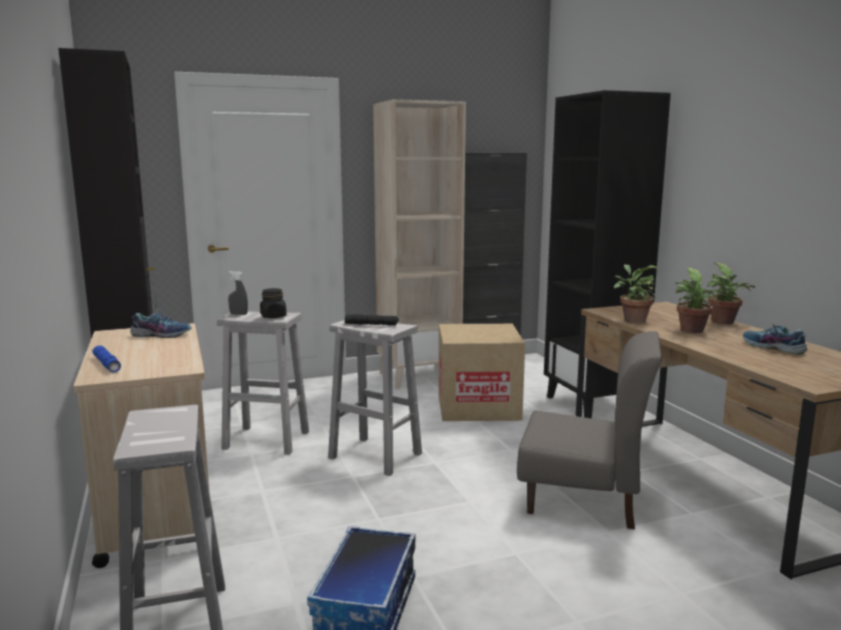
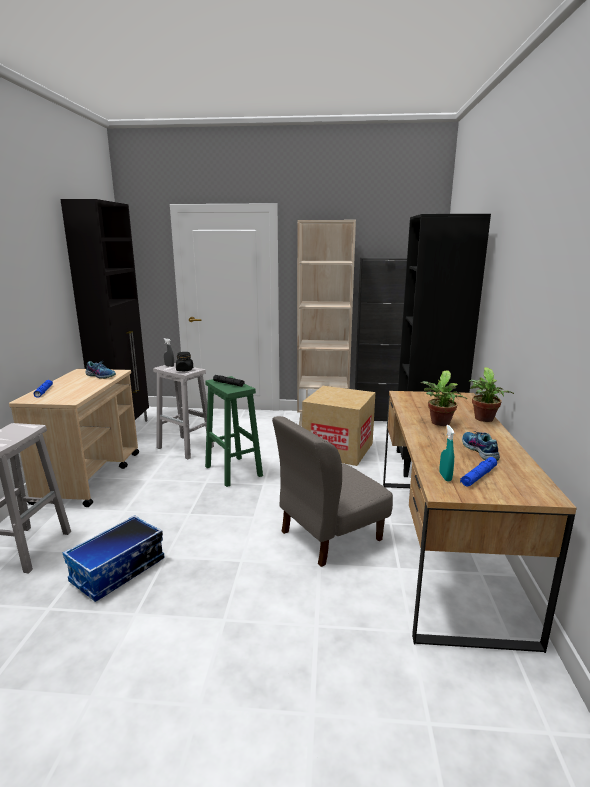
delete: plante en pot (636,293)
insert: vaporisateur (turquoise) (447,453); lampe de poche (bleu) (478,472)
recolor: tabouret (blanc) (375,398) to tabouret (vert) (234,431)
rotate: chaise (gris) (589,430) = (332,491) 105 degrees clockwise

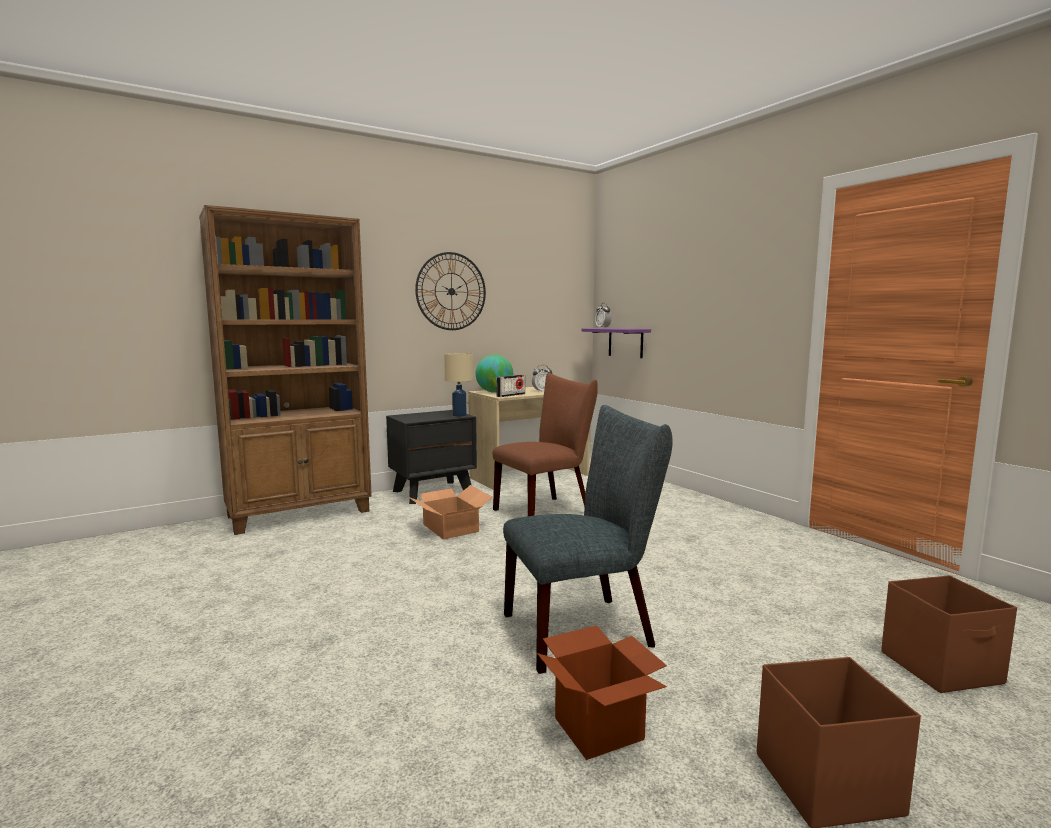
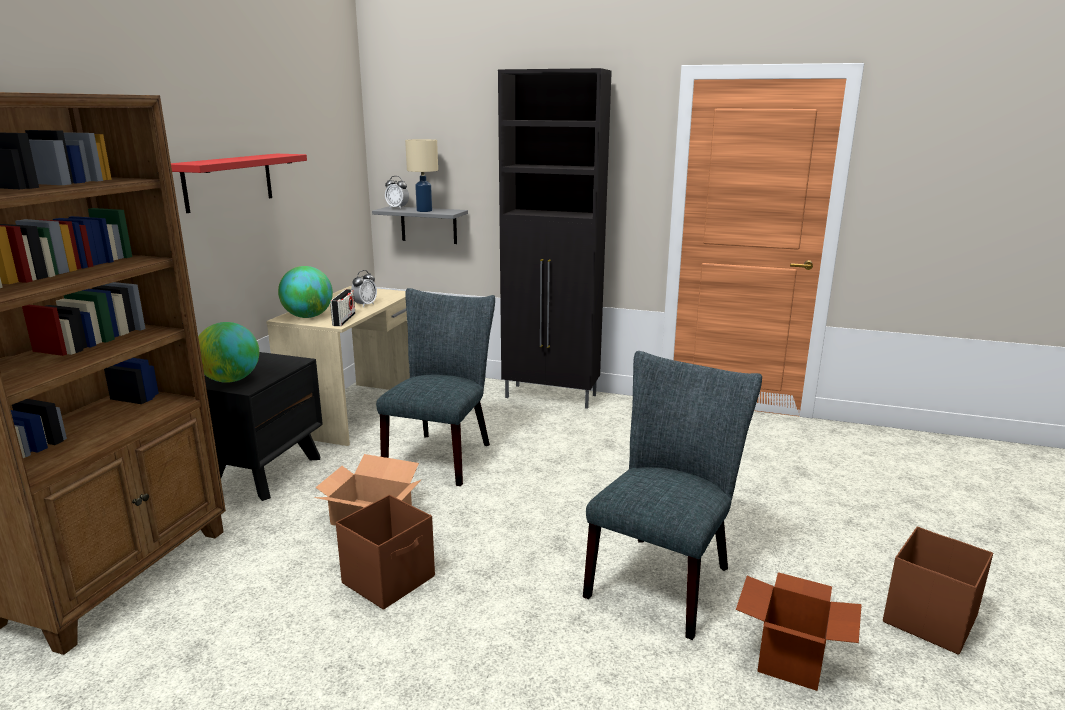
insert: globe (228,352); meuble de rangement (noir) (555,238)
move: lampe de table (beige) (458,385) to (421,175); boîte de rangement (marron) (949,634) to (385,552)
replace: horloge murale (450,291) to étagère (rouge) (239,183)
recolor: chaise (marron) (545,444) to chaise (gris) (435,387); étagère (violet) (616,343) to étagère (gris) (420,225)

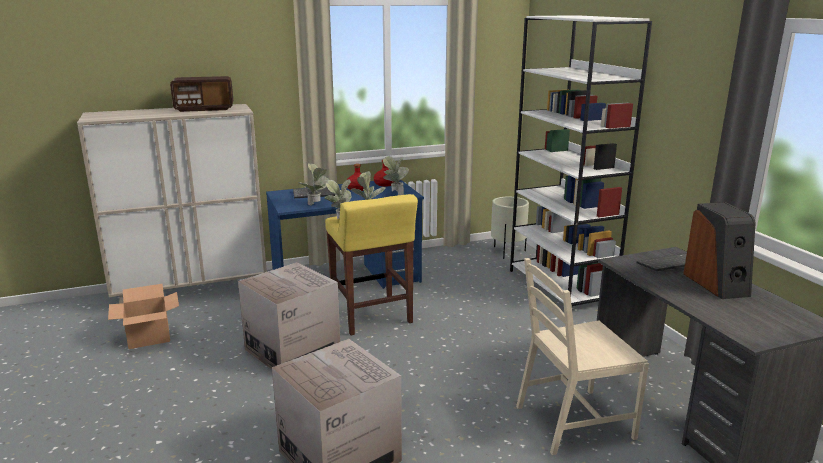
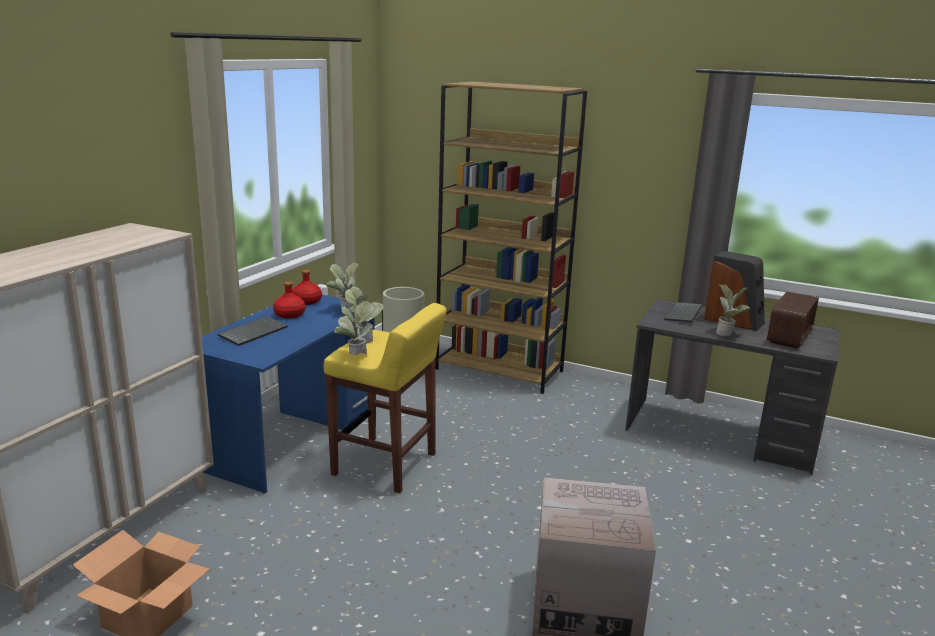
delete: carton (289,315); chaise (beige) (582,356)
move: radio (201,94) to (793,320); plante en pot (313,184) to (733,310)
recolor: bibliothèque (blanc) (581,160) to bibliothèque (marron) (511,237)

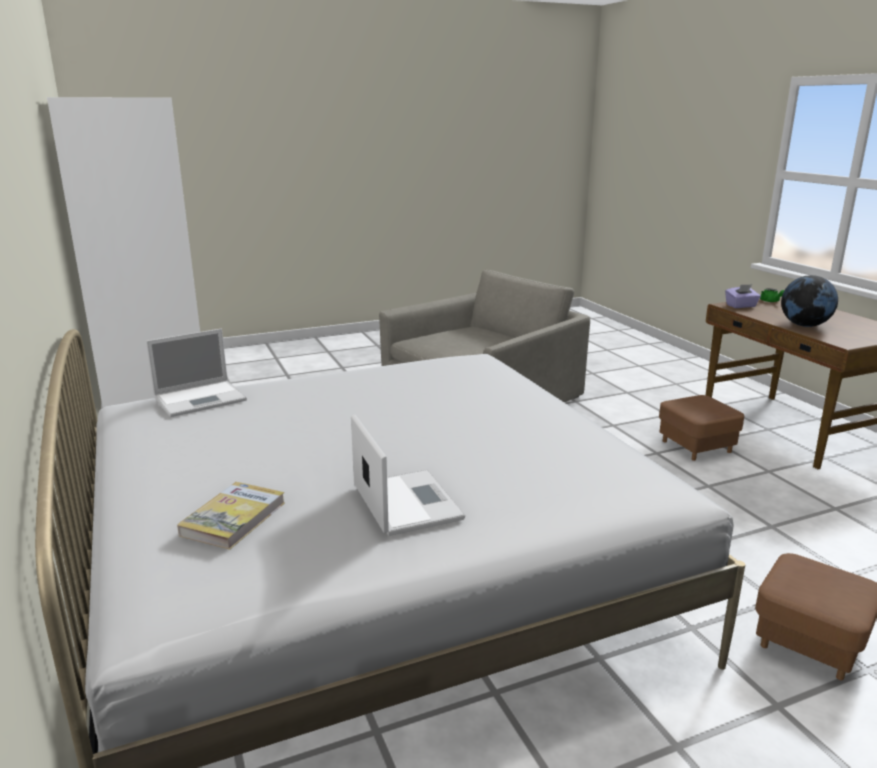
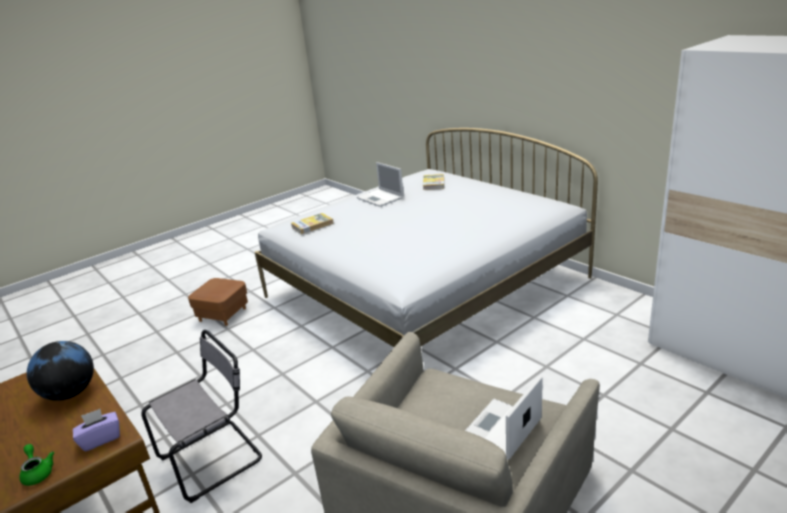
insert: livre (312,223)
move: ordinateur portable (196,373) to (504,417)
replace: pouf (marron) (701,428) to chaise (gris) (201,416)

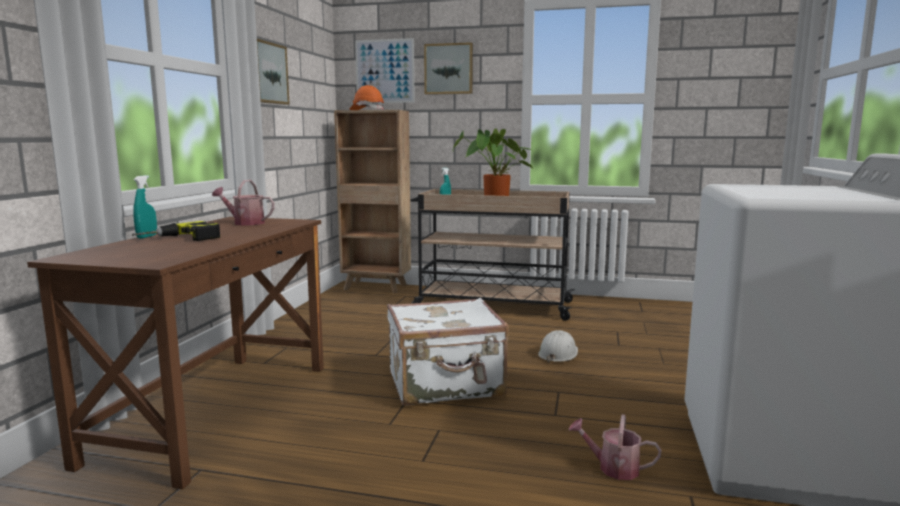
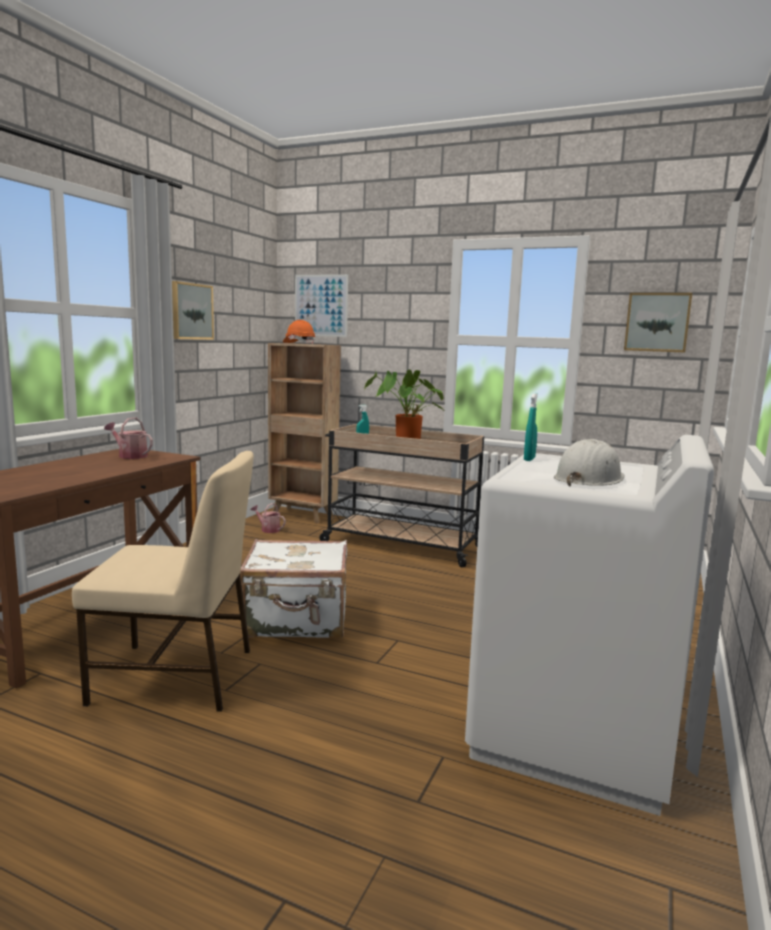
delete: perceuse (176,231)
insert: chaise (beige) (163,581)
move: vaporisateur (turquoise) (145,206) to (531,427); tableau (448,68) to (658,322); casque de chantier (blanc) (558,346) to (589,462); arrosoir (615,447) to (268,518)

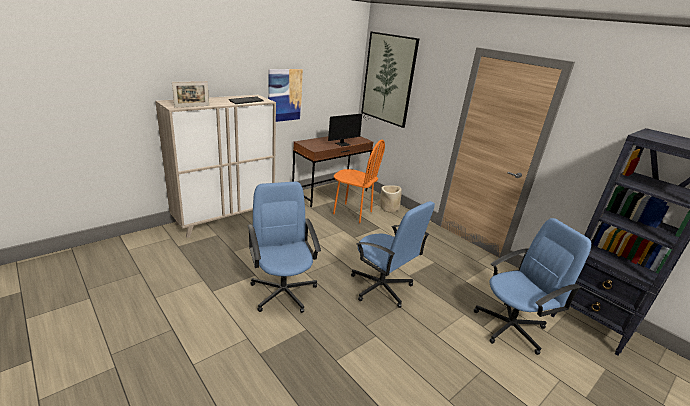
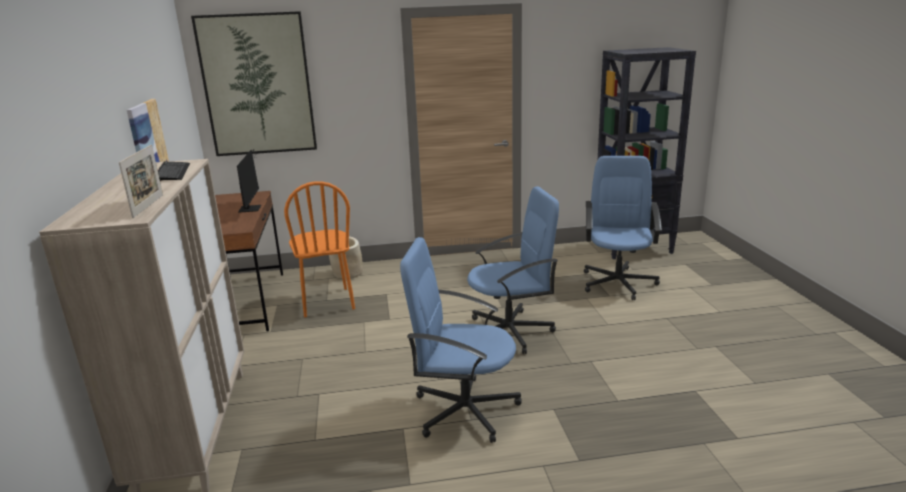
rotate: chaise (orange) (359,181) = (319,249) 105 degrees clockwise

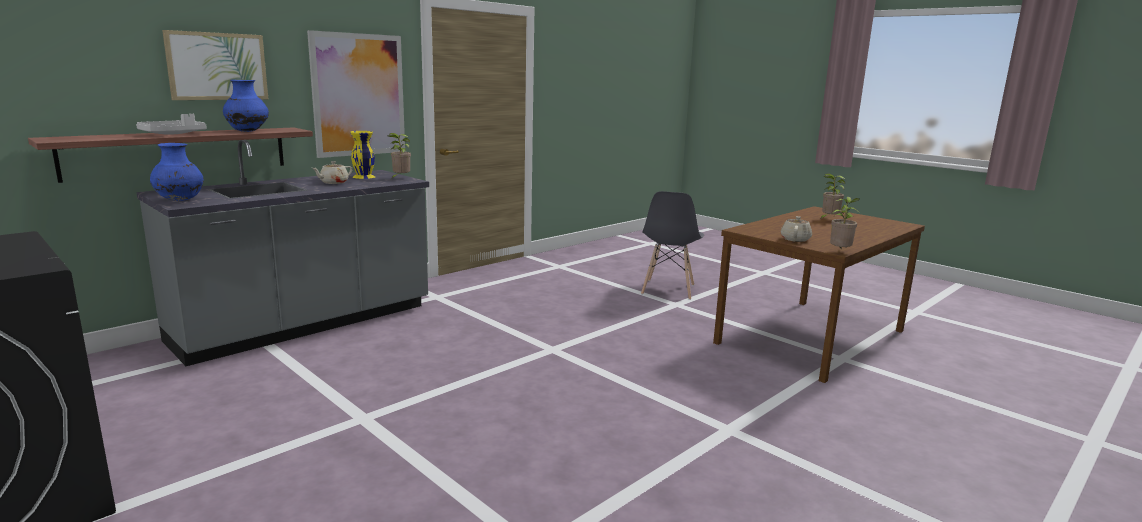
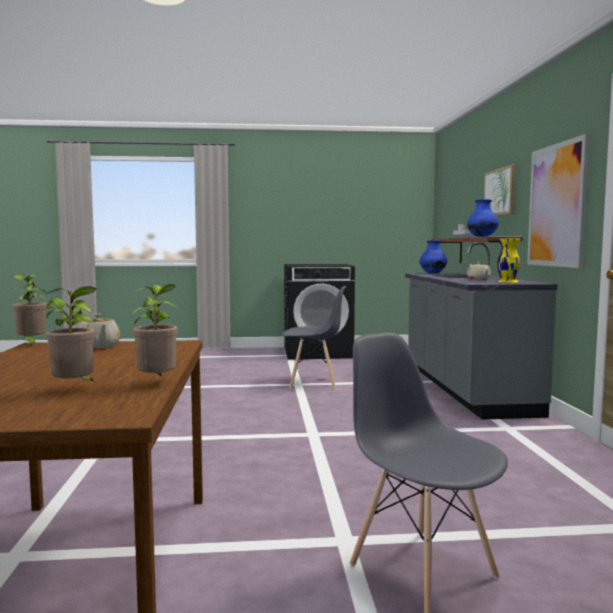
insert: chaise (gris) (314,337)
move: plante en pot (399,156) to (155,330)

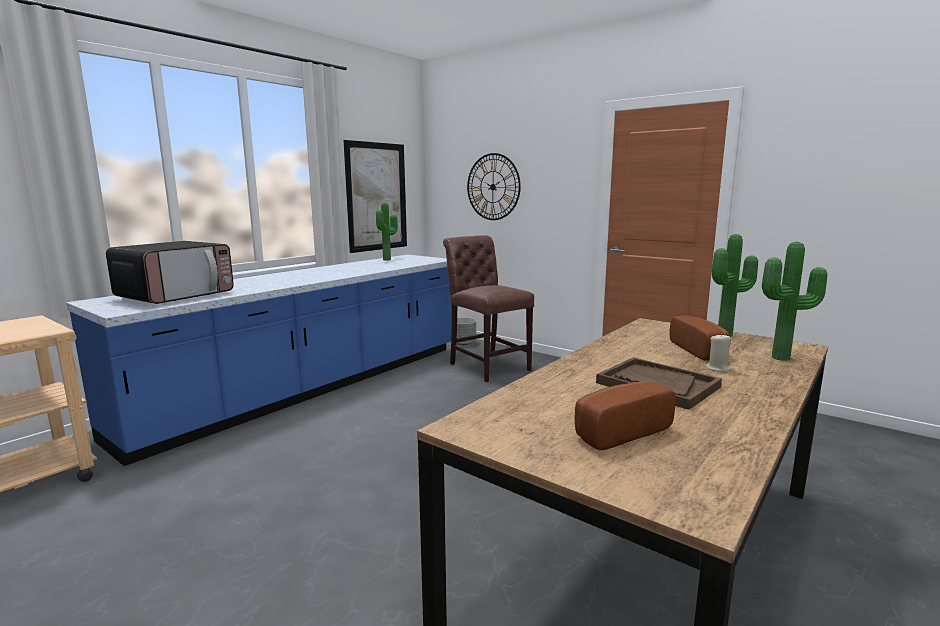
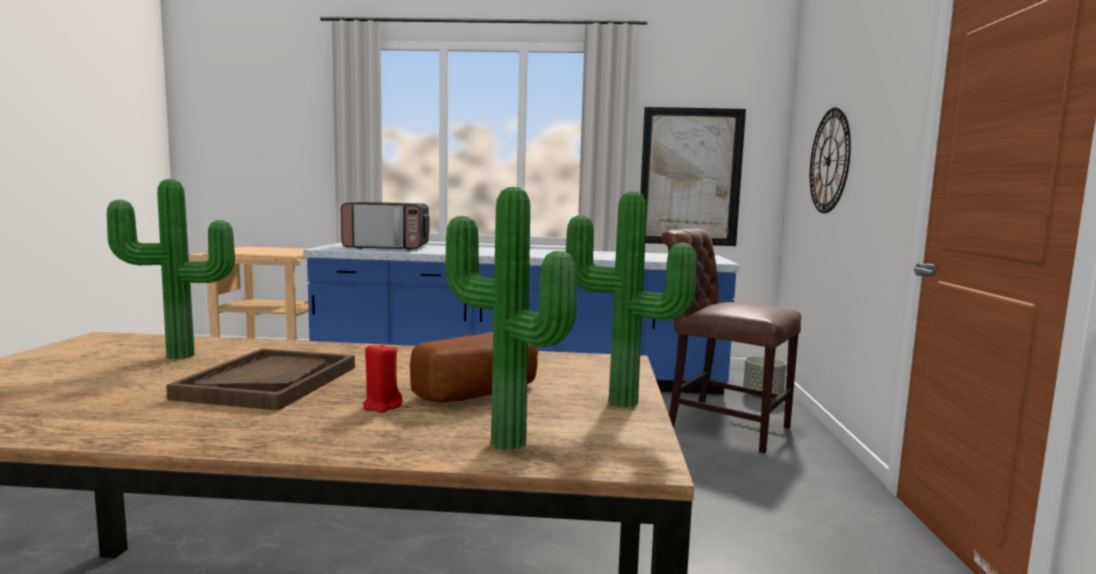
delete: pain (625,416)
move: plante en pot (387,231) to (171,269)
recolor: bougie (beige) (719,352) to bougie (rouge) (383,377)
rotate: chaise (marron) (488,308) = (731,341) 75 degrees counterclockwise

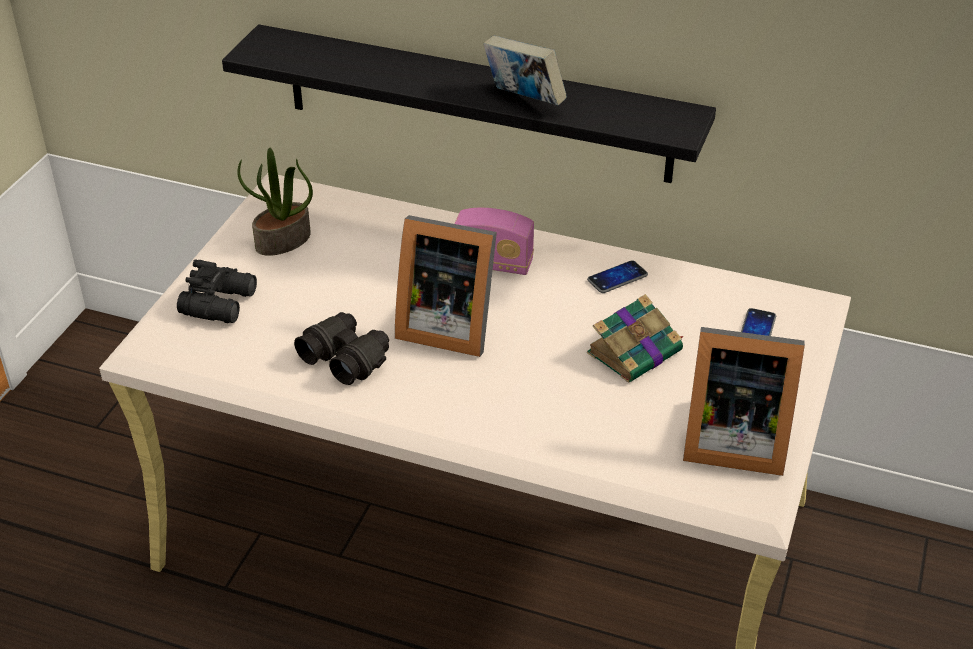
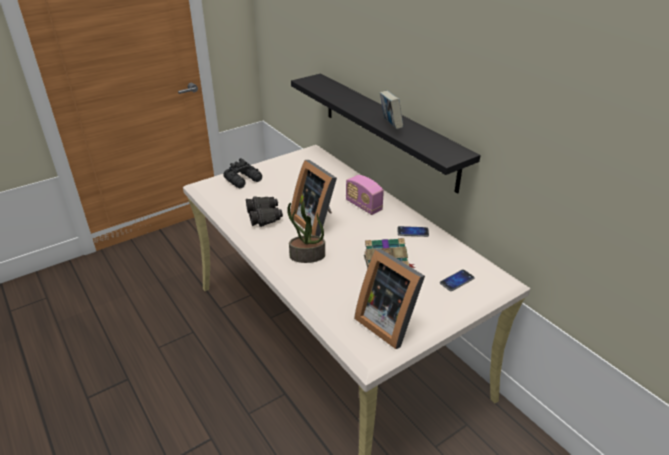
move: plante en pot (275,202) to (306,232)

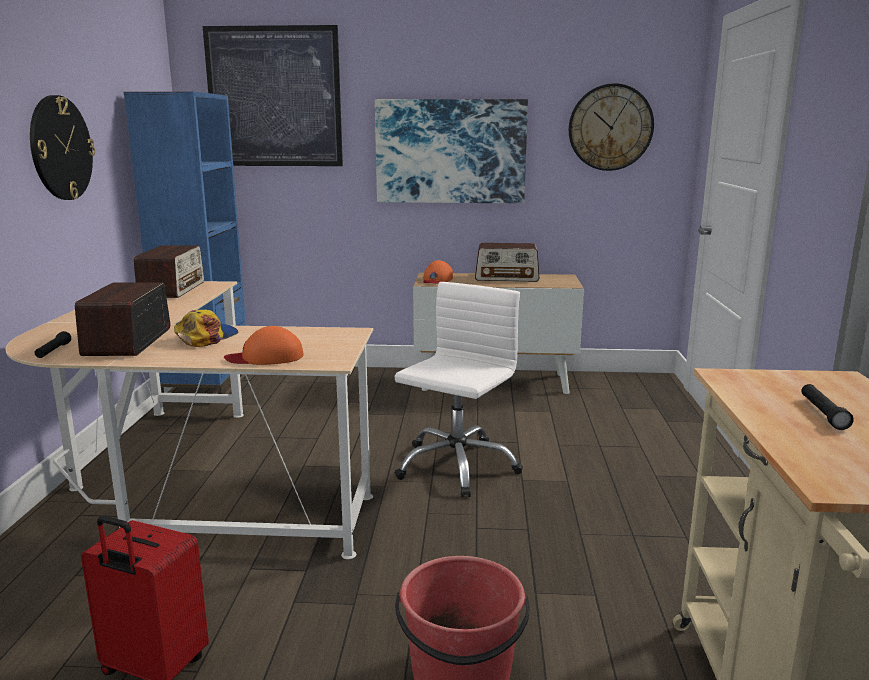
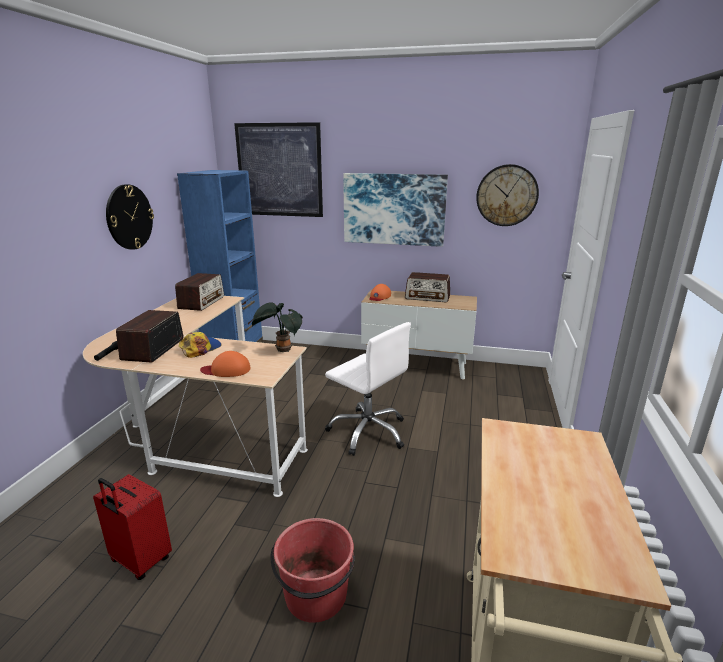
delete: lampe de poche (noir) (827,407)
insert: plante en pot (277,327)
rotate: chaise de bureau (blanc) (459,390) = (368,389) 90 degrees clockwise

